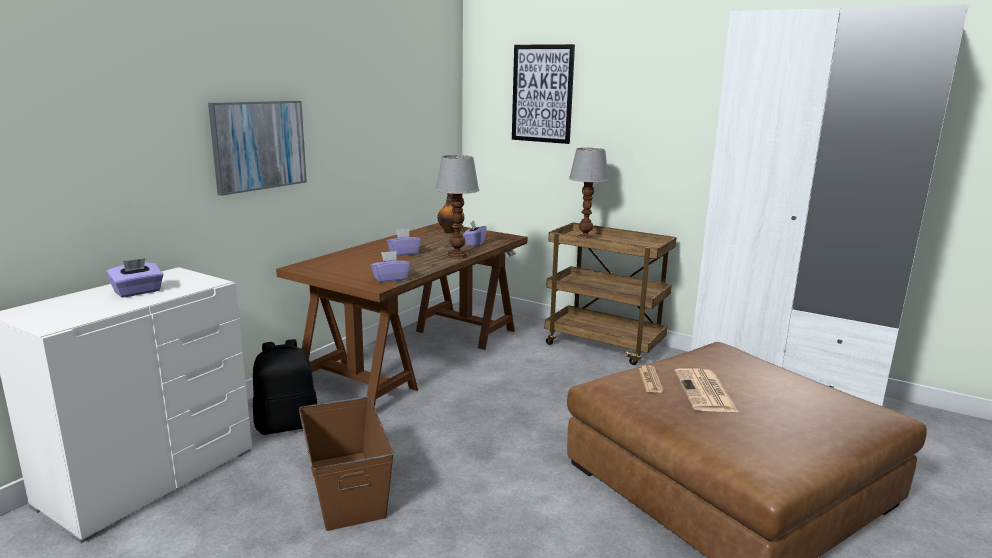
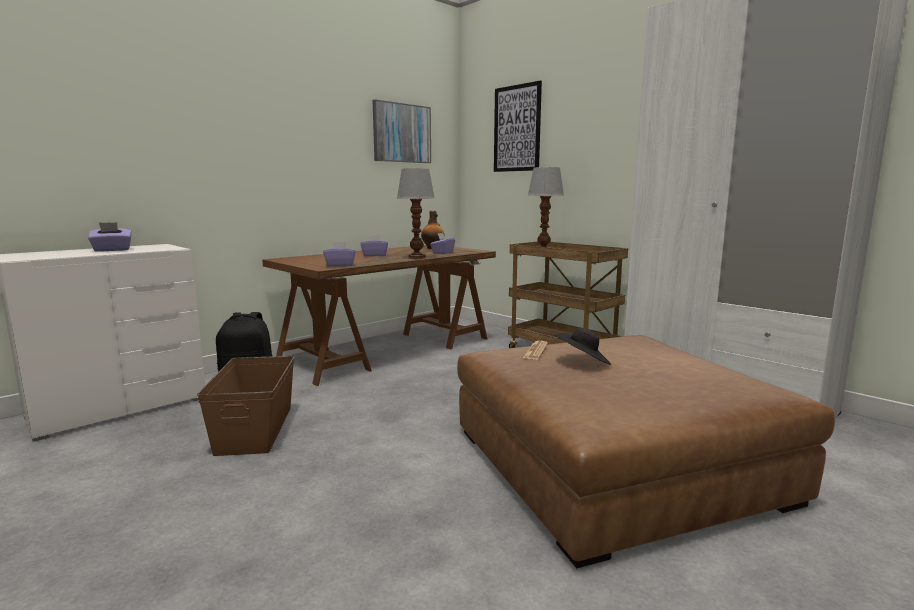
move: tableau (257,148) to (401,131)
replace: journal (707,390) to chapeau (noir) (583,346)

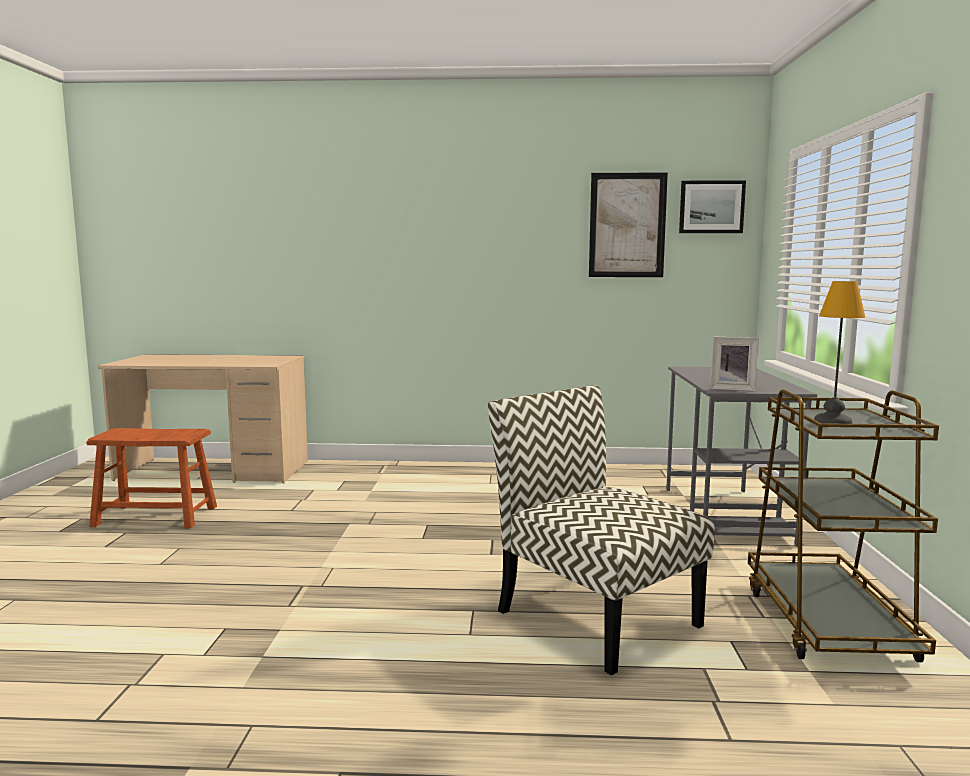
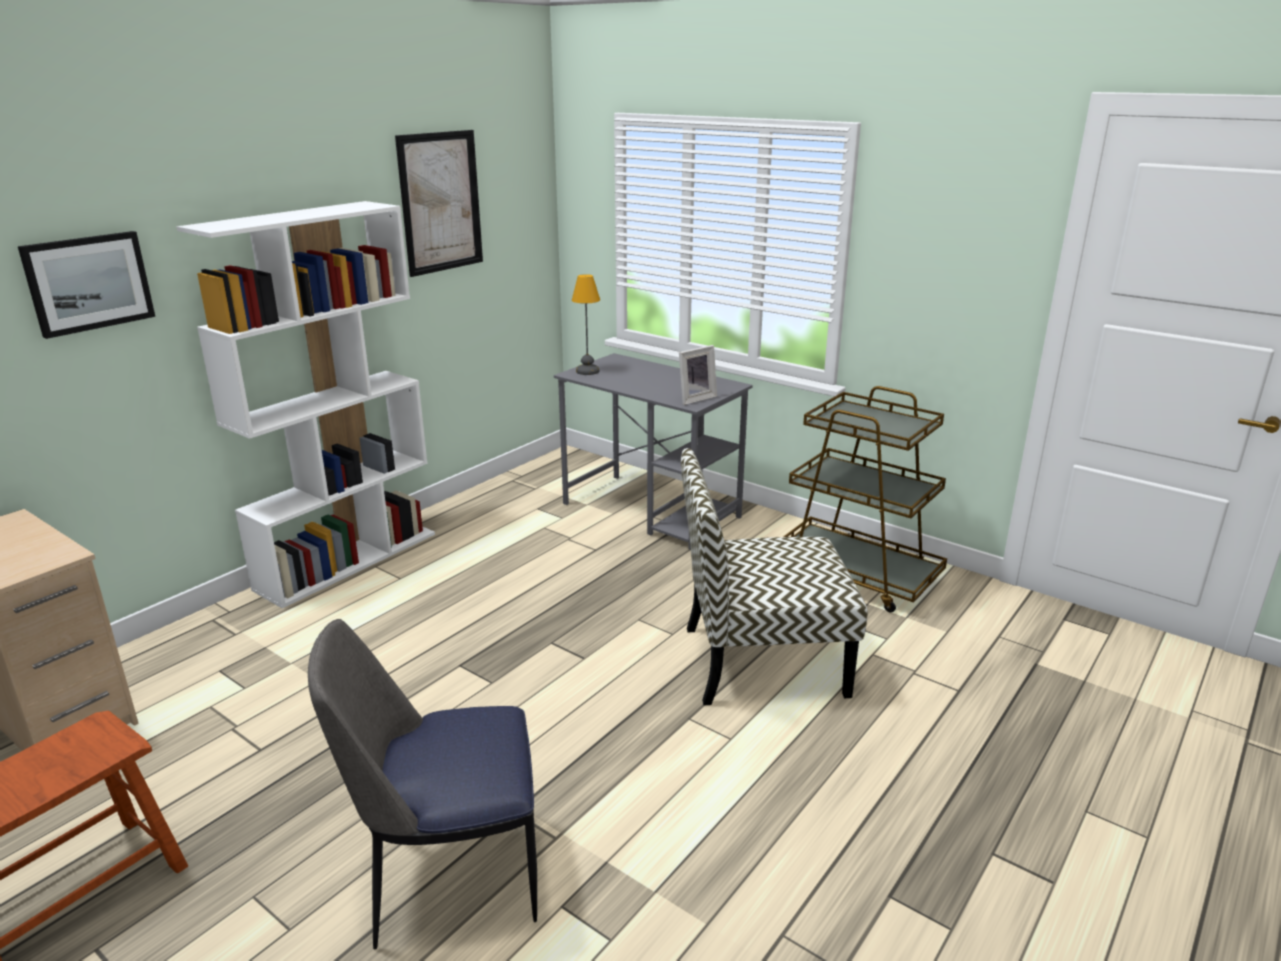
insert: bibliothèque (blanc) (305,404); chaise (422,784)
move: tableau (712,206) to (86,285); lampe de table (839,352) to (586,324)

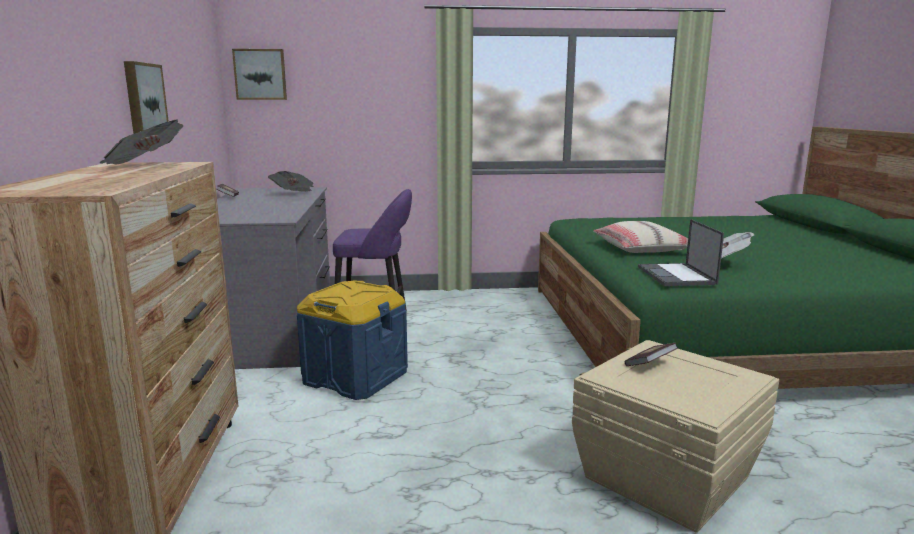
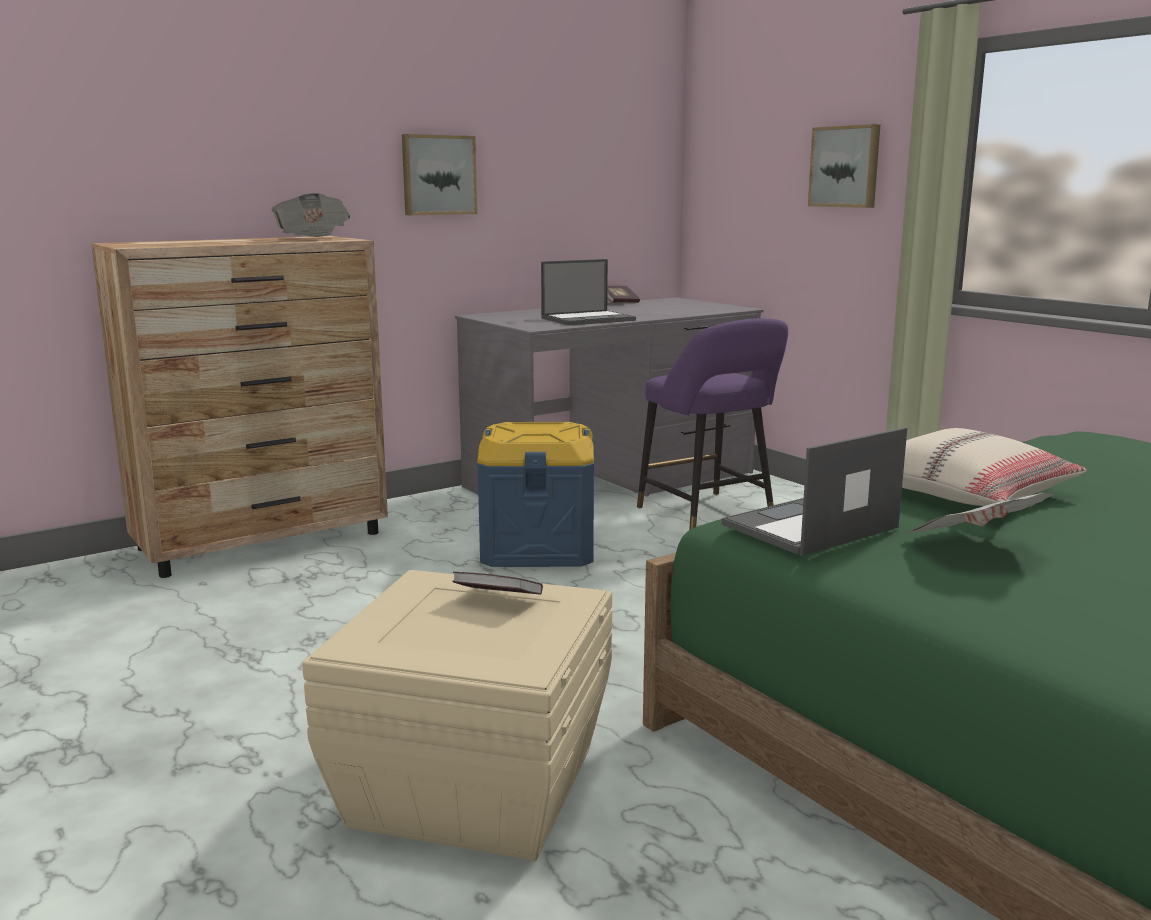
delete: journal (291,181)
insert: ordinateur portable (588,292)
move: tableau (259,74) to (844,166)

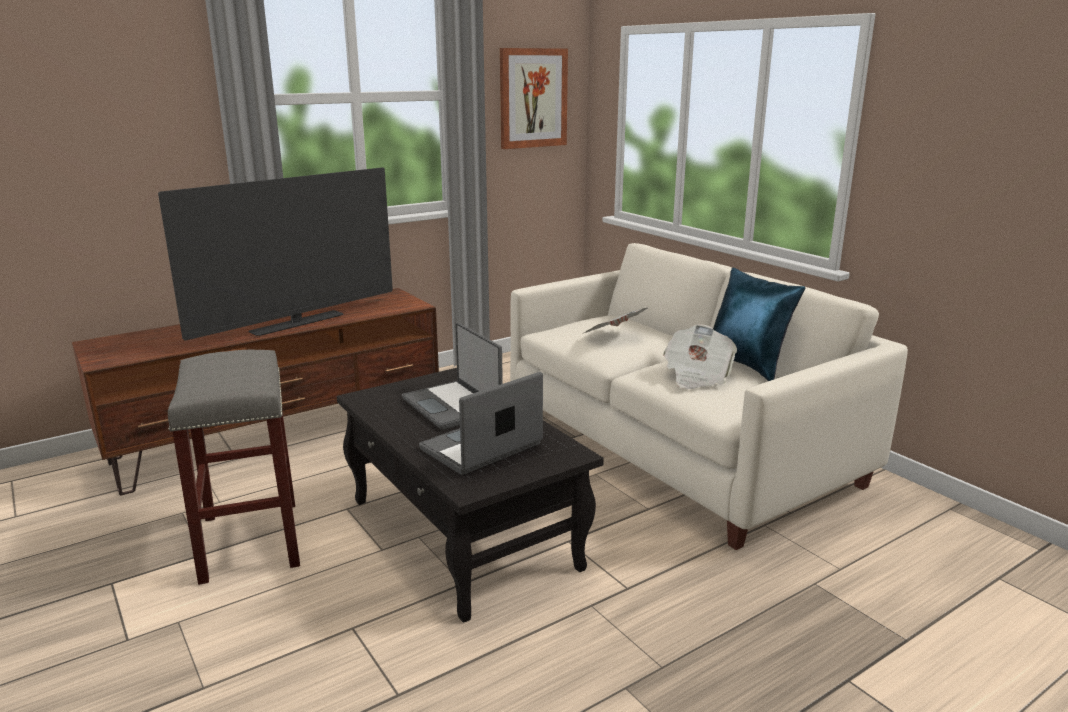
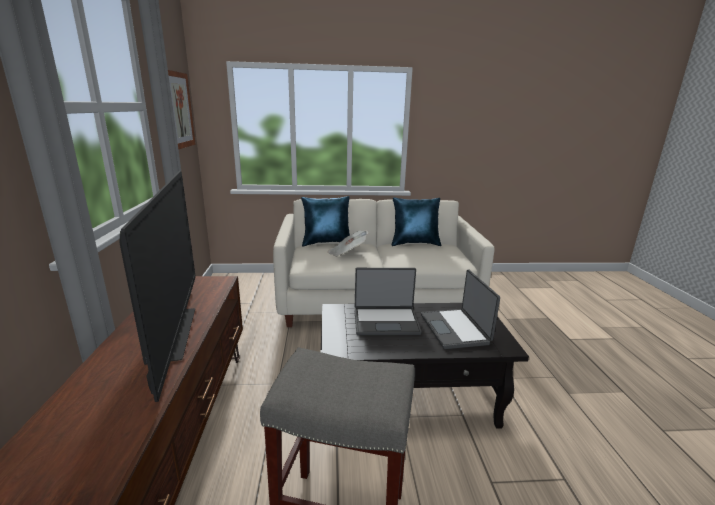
delete: journal (700,356)
insert: coussin (bleu) (325,221)

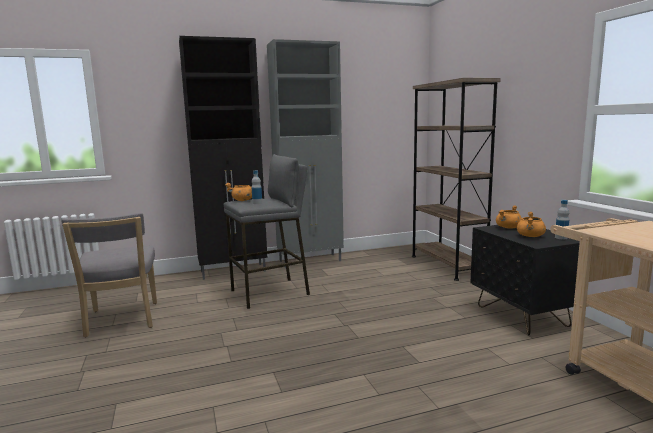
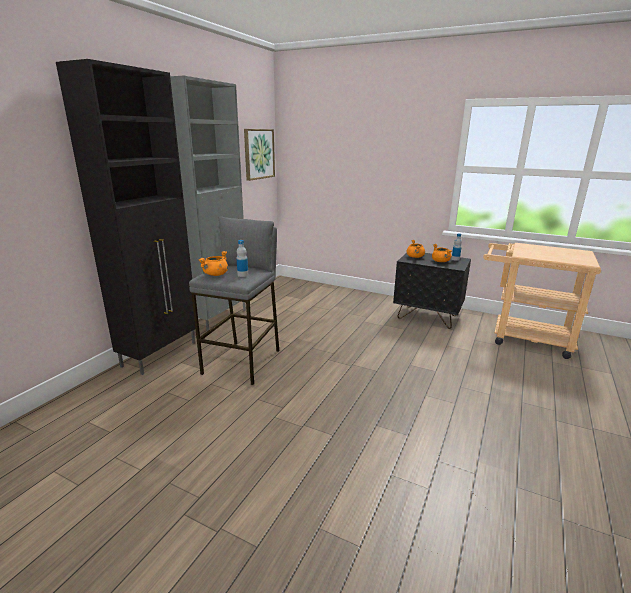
delete: chaise (gris) (109,275); bibliothèque (marron) (456,179)
insert: tableau (259,155)

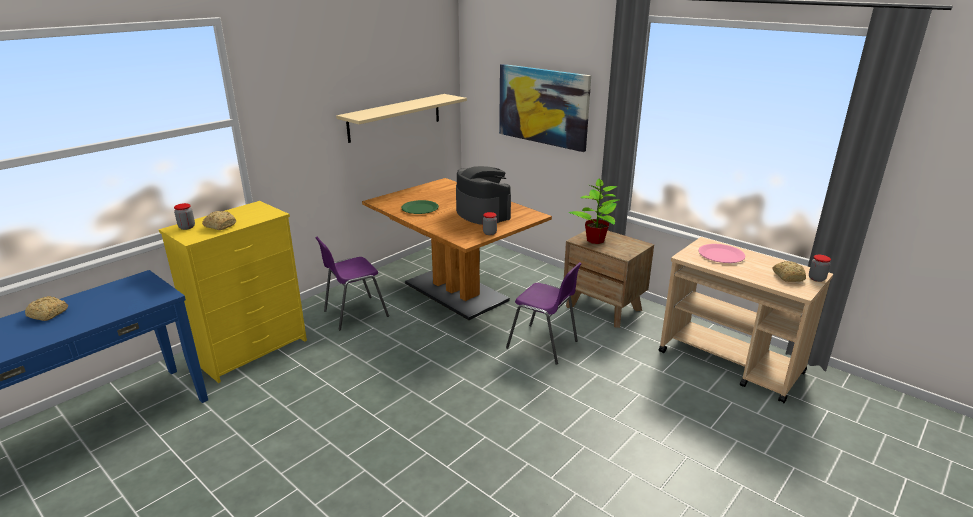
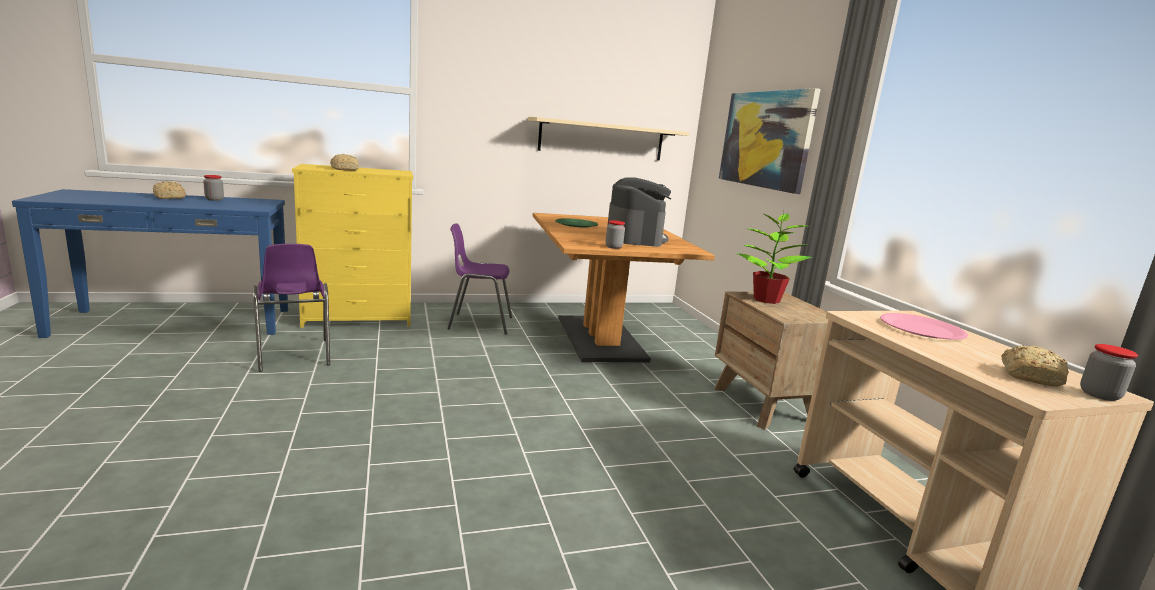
move: bocal (184,216) to (213,188); chaise (violet) (544,313) to (291,308)

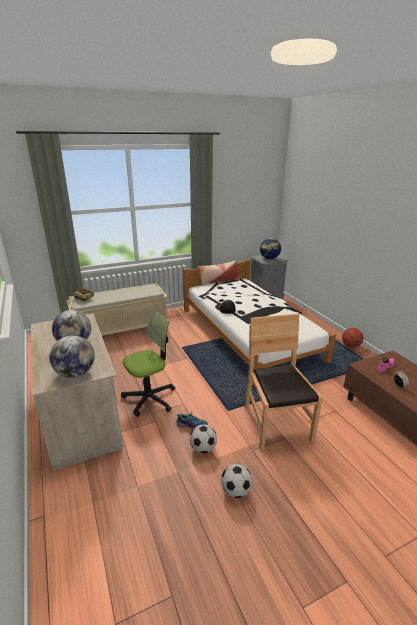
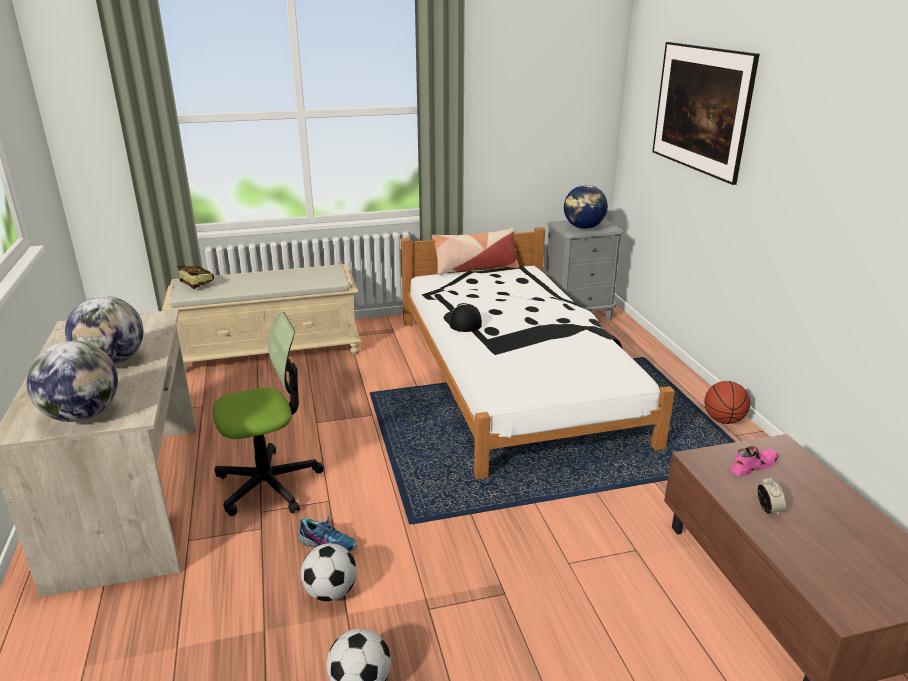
delete: chaise (marron) (284,382)
insert: tableau (706,113)

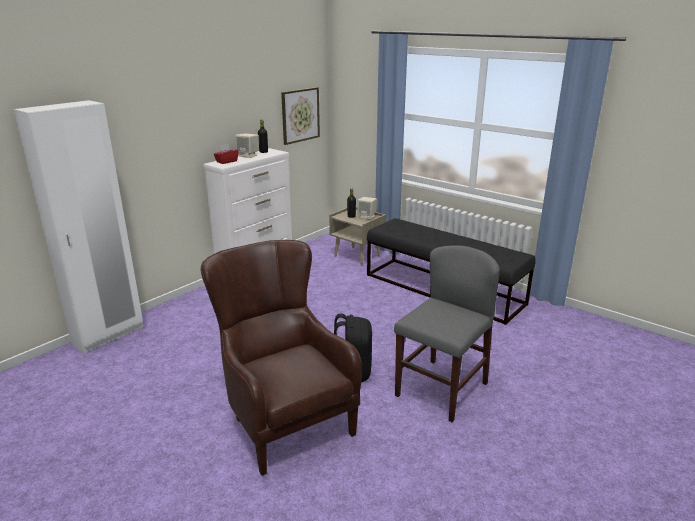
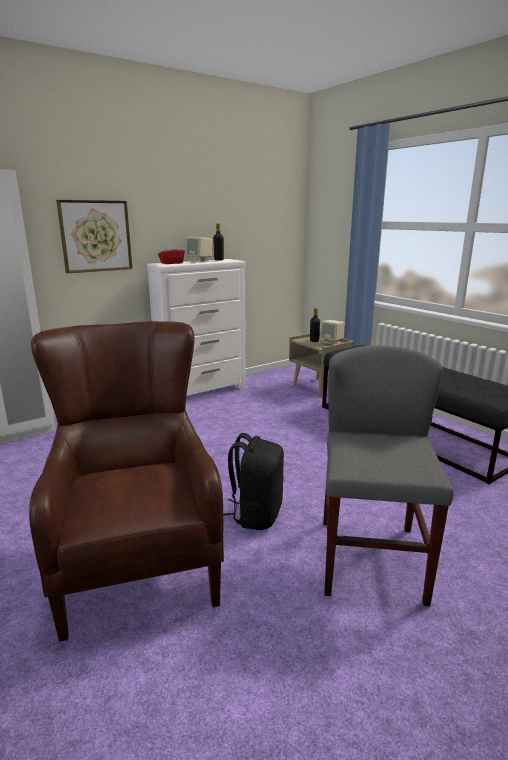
move: tableau (300,116) to (94,236)
rotate: chaise (gris) (447,333) = (388,475) 45 degrees counterclockwise

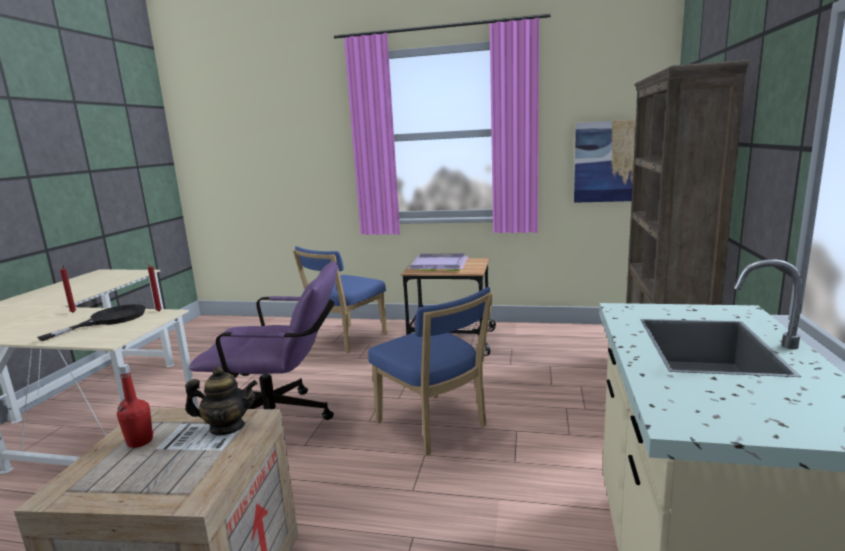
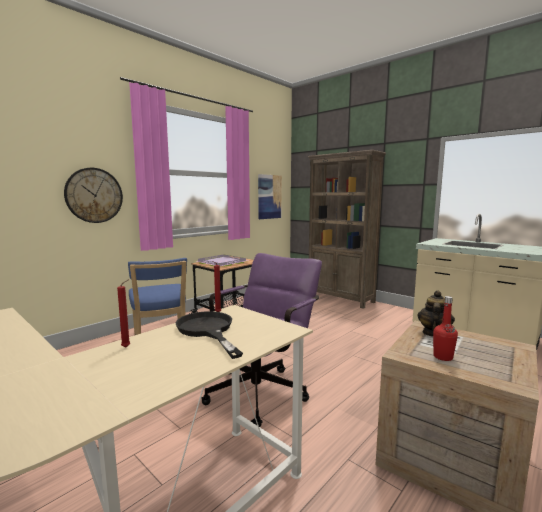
delete: chaise (bleu) (430,371)
insert: horloge murale (93,195)

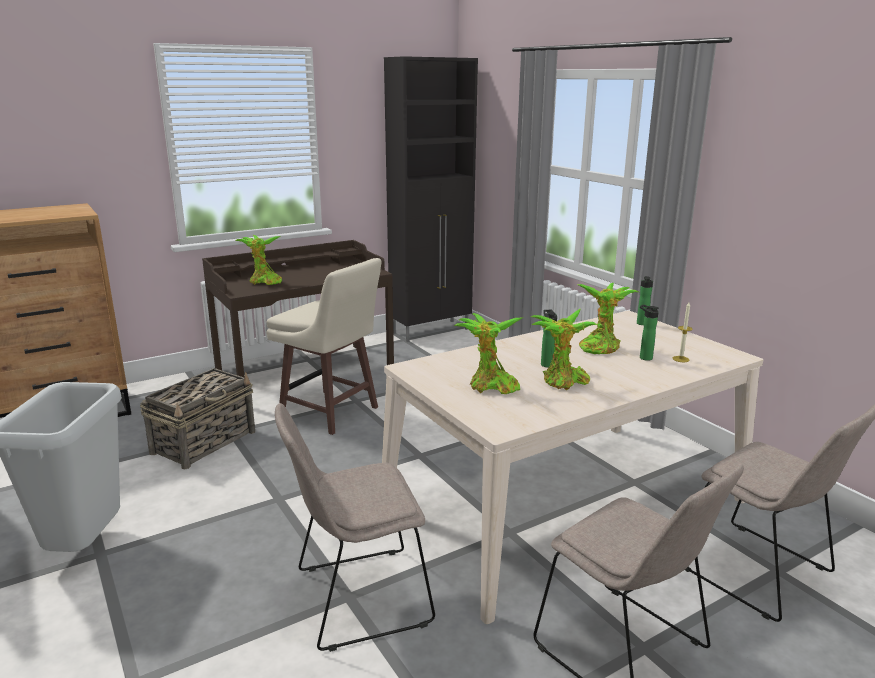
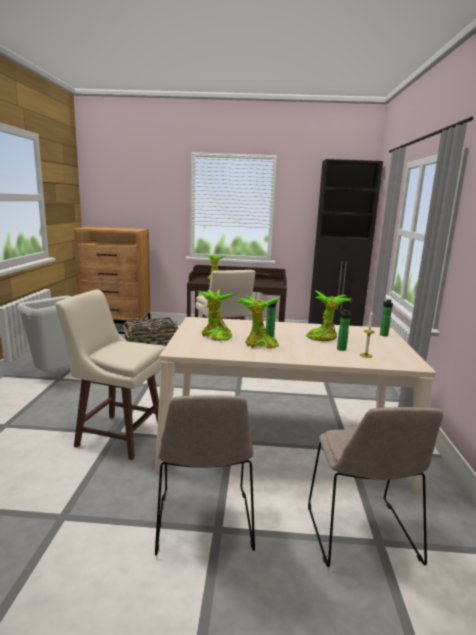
replace: chaise (beige) (355,527) to tabouret (beige) (110,374)

